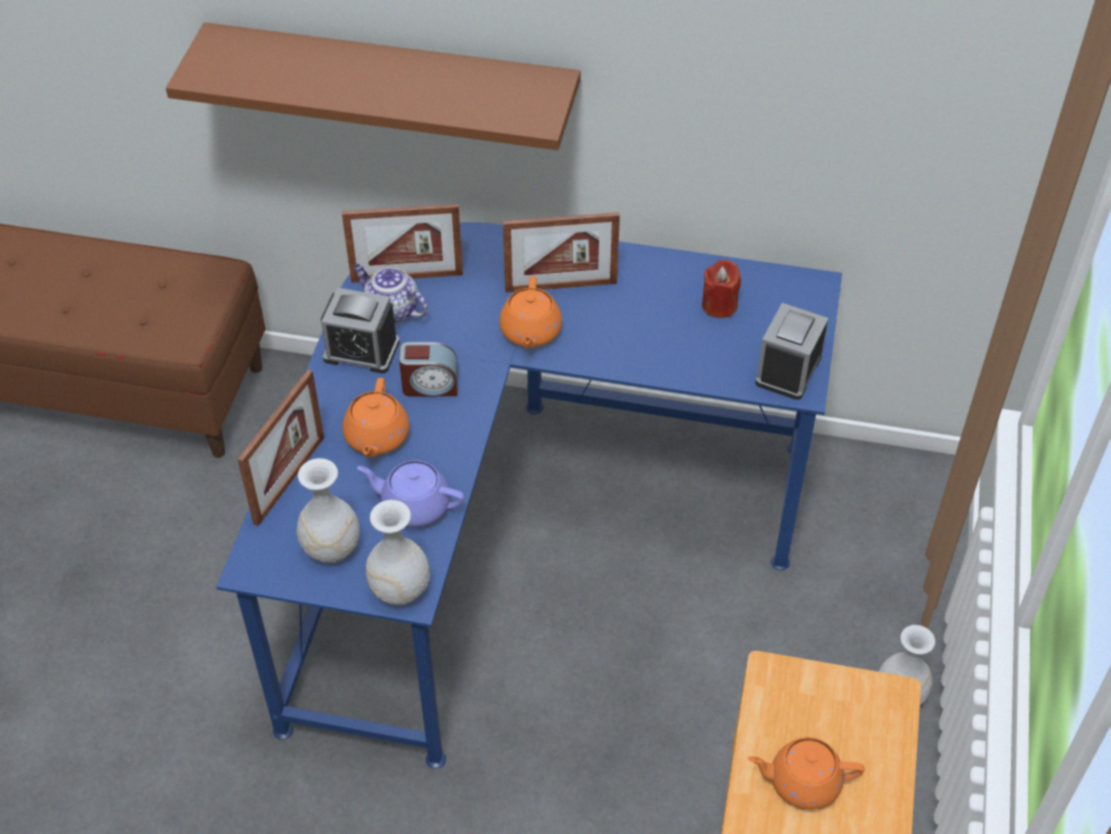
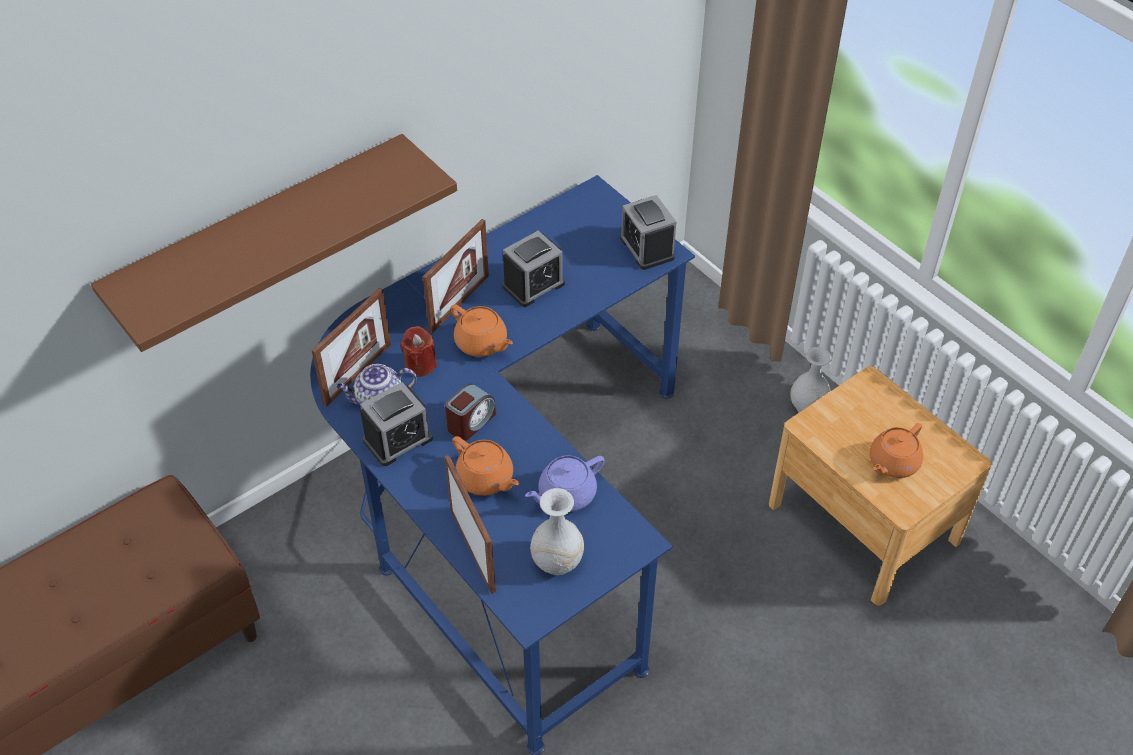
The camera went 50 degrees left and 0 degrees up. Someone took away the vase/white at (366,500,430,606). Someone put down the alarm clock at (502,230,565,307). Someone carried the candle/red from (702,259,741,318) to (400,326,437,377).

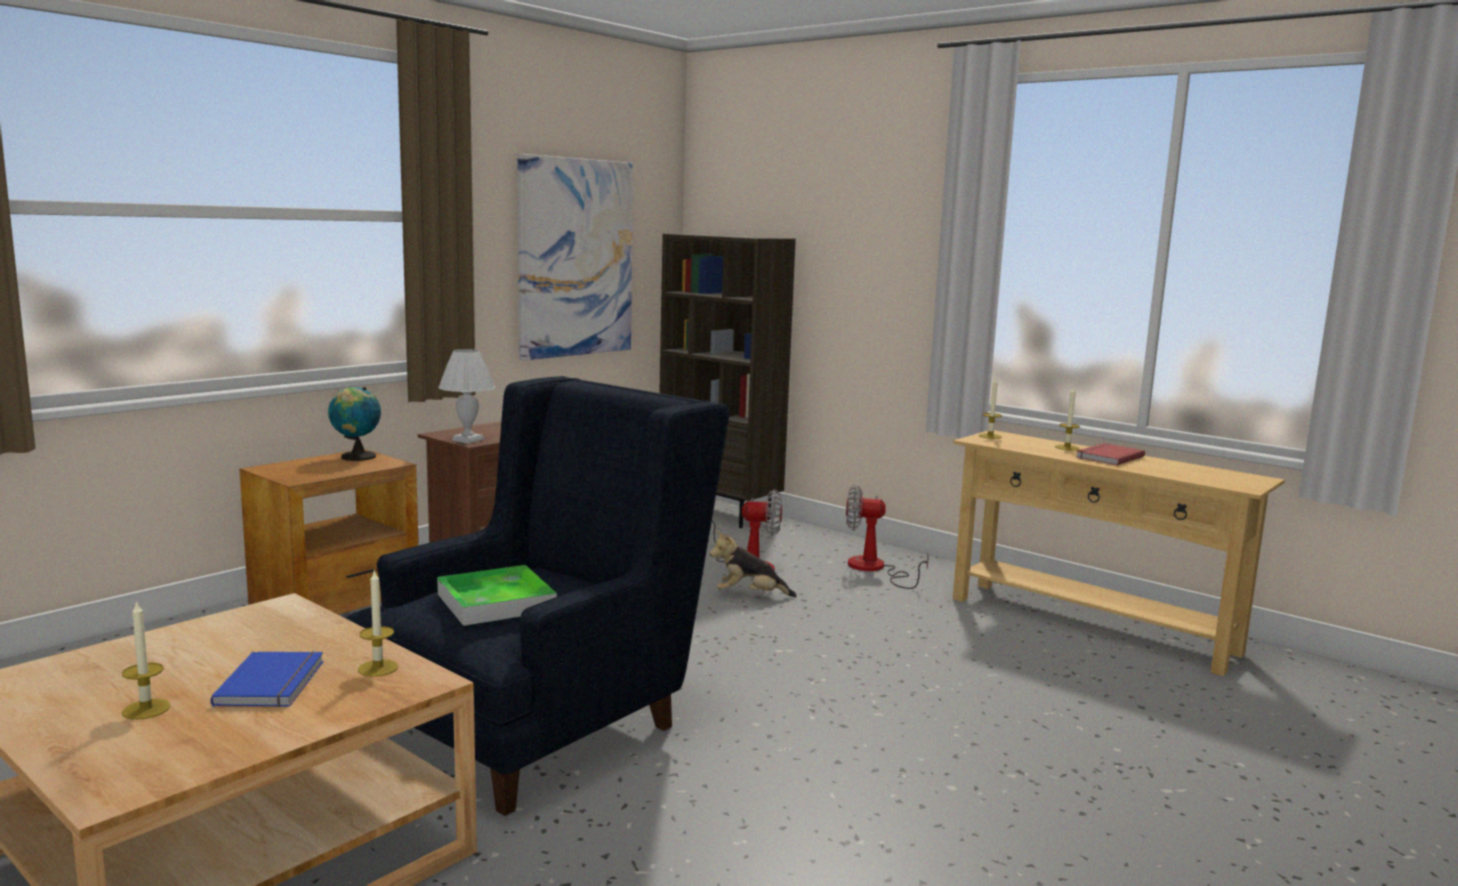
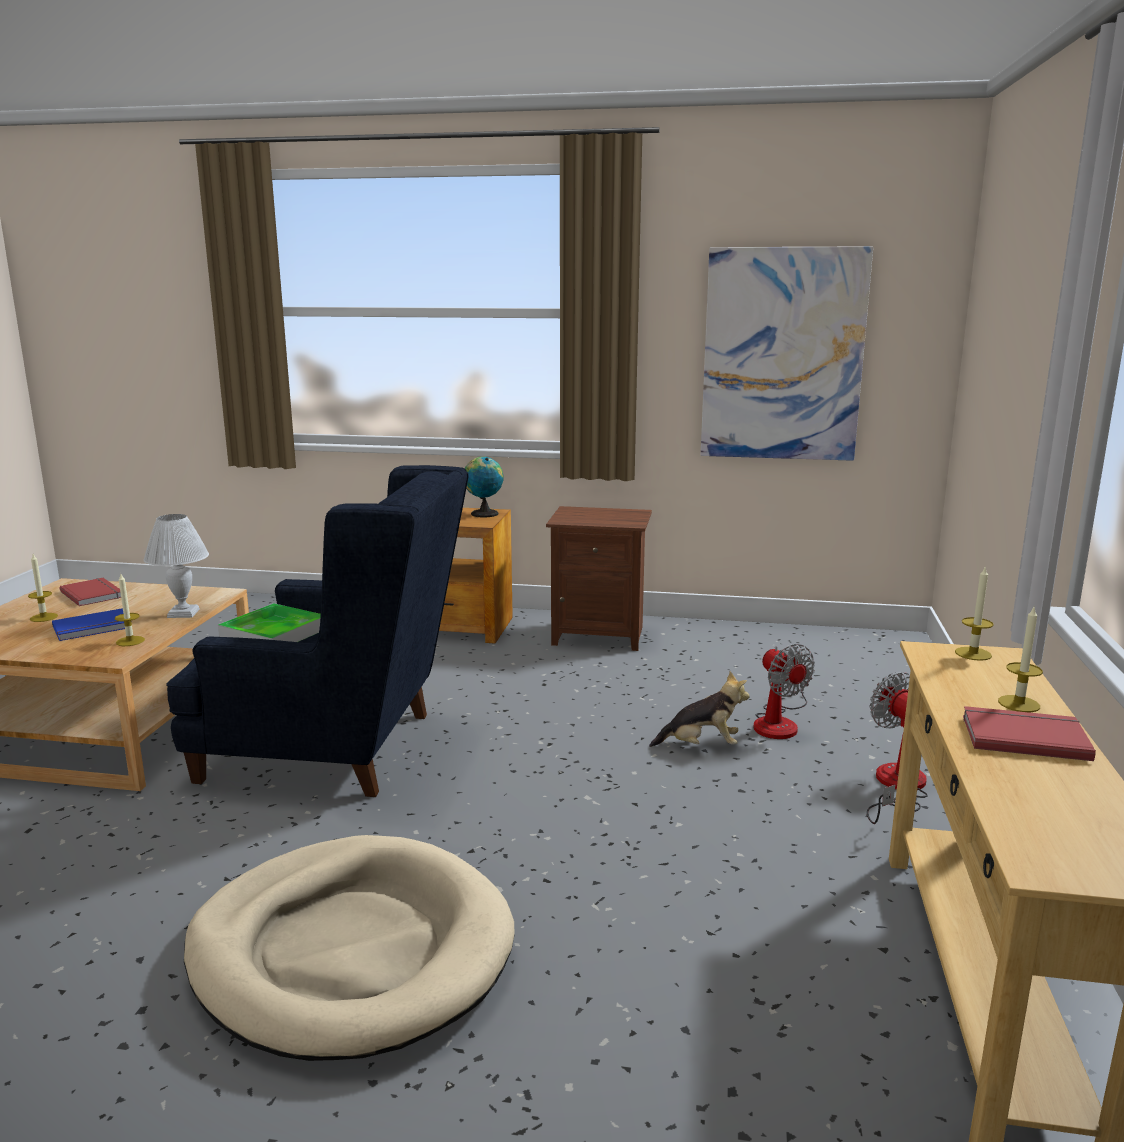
The camera went 60 degrees right and 5 degrees up. Someone took away the bookcase/brown at (659,234,796,528). Someone put down the book/red at (59,578,121,606). Someone put down the dog bed/beige at (184,835,514,1061). Someone carried the table lamp/white from (438,349,495,444) to (143,514,209,618). Someone rotated the plush toy at (710,531,797,597) by 120 degrees clockwise.

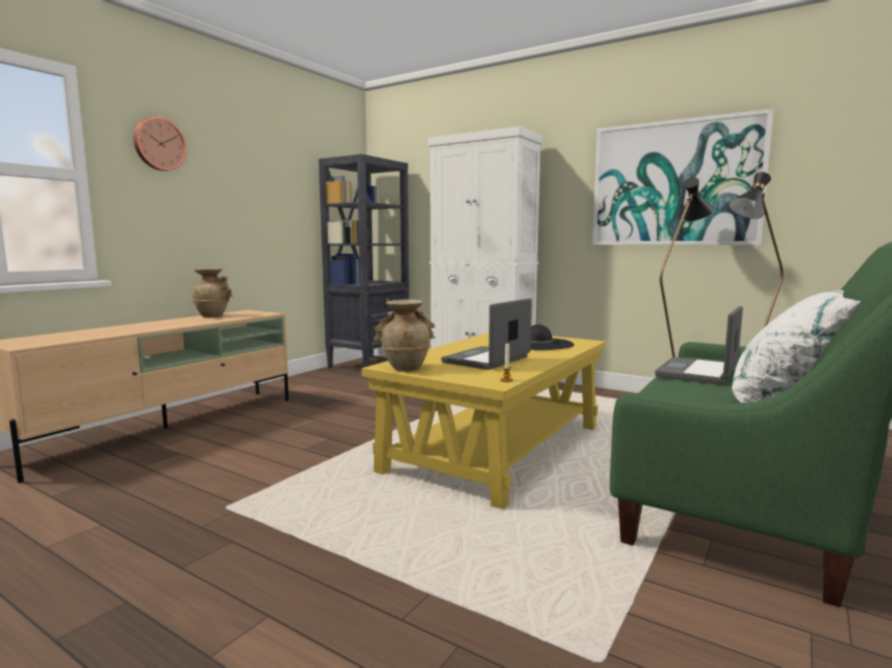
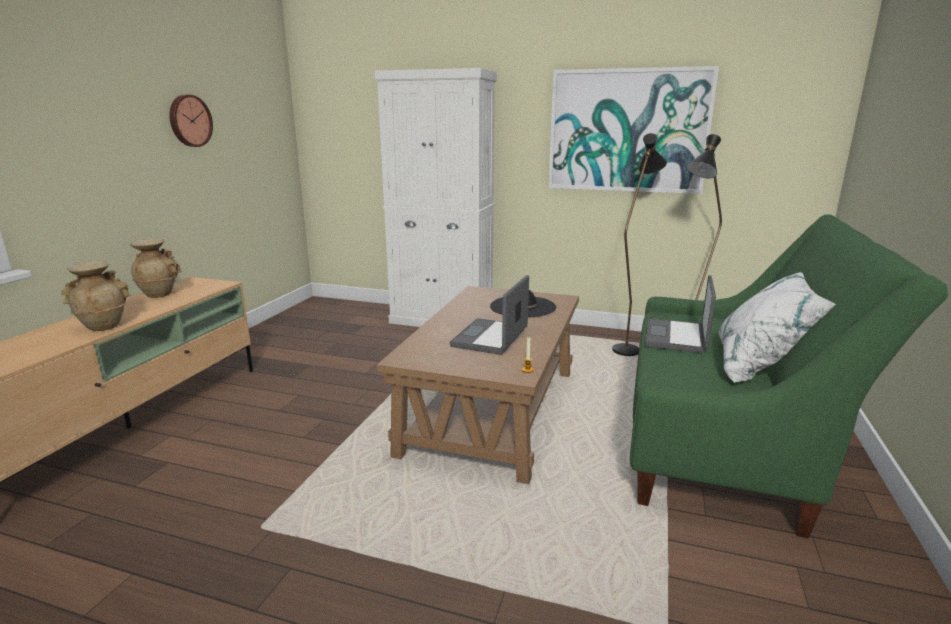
The camera went 15 degrees left and 10 degrees up. Someone took away the bookcase/black at (319,154,409,368). Someone carried the wall clock from (133,116,187,171) to (169,95,213,147). Someone carried the vase/beige from (374,299,435,371) to (61,261,132,331). Someone repainted the coffee table/yellow at (361,332,606,509), which became the coffee table/brown at (376,286,579,484).

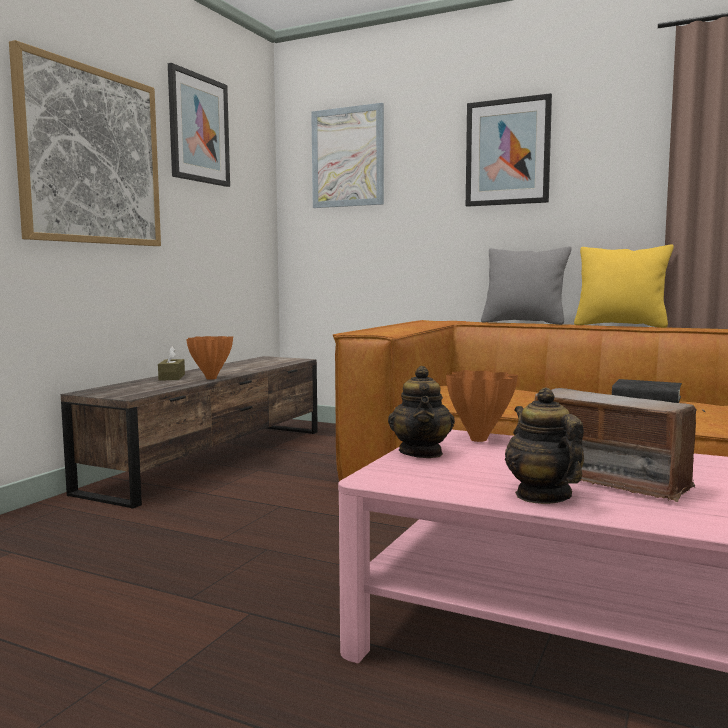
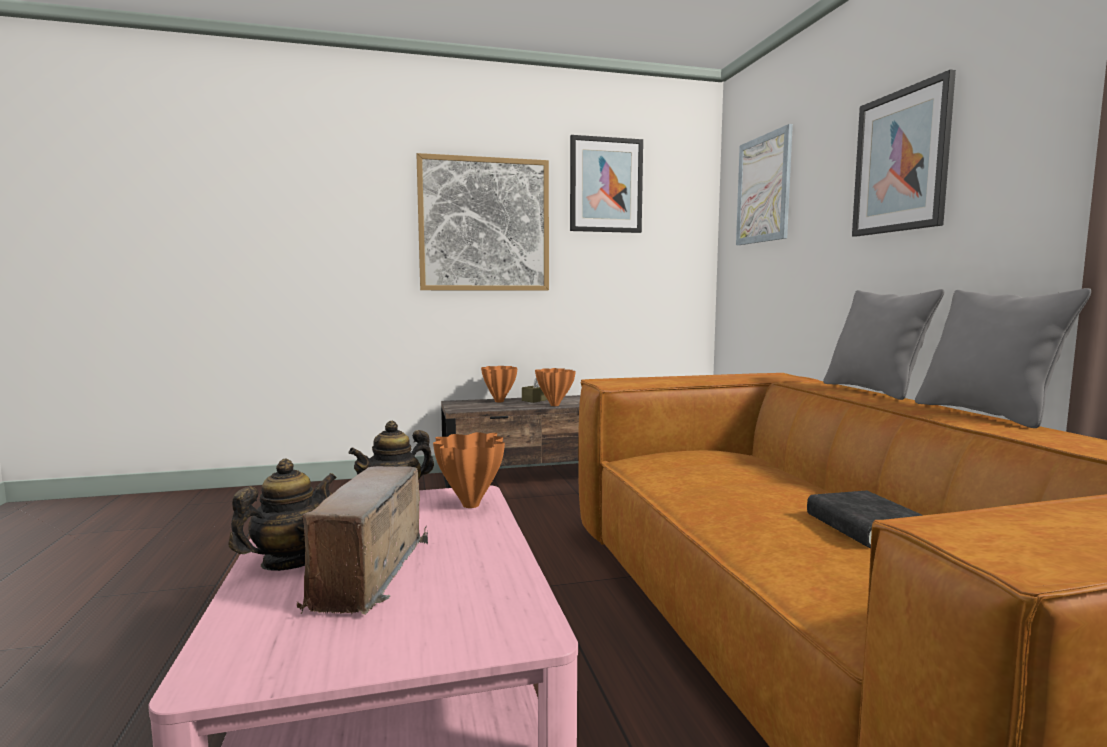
The camera went 50 degrees right and 0 degrees up. Someone put down the vase/orange at (481,366,517,402). Someone repainted the pillow/yellow at (574,244,674,328), which became the pillow/grey at (915,288,1091,428).

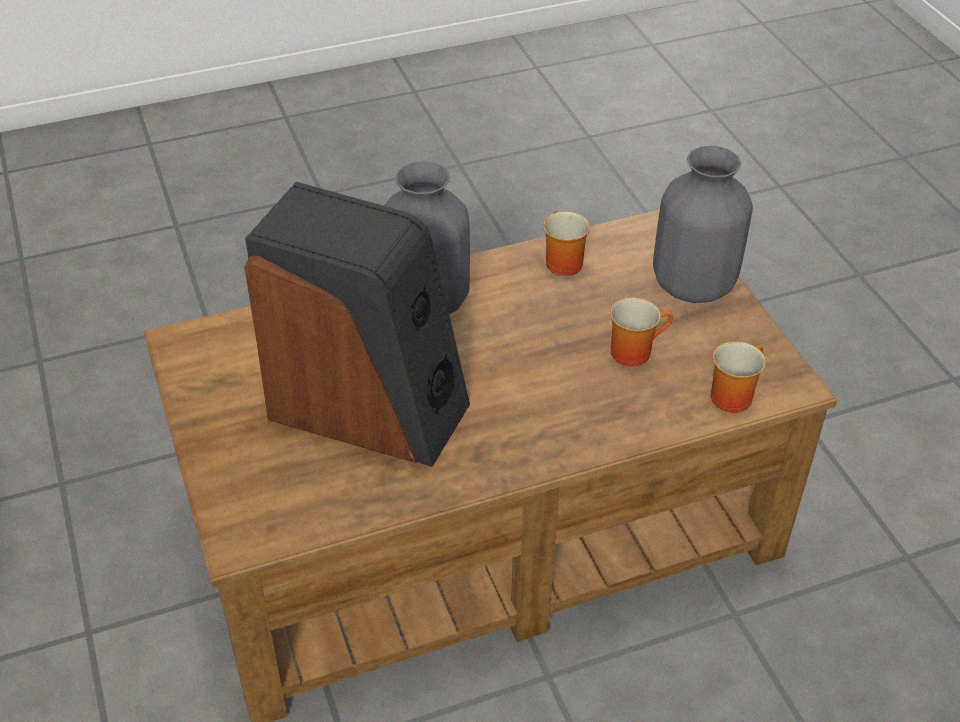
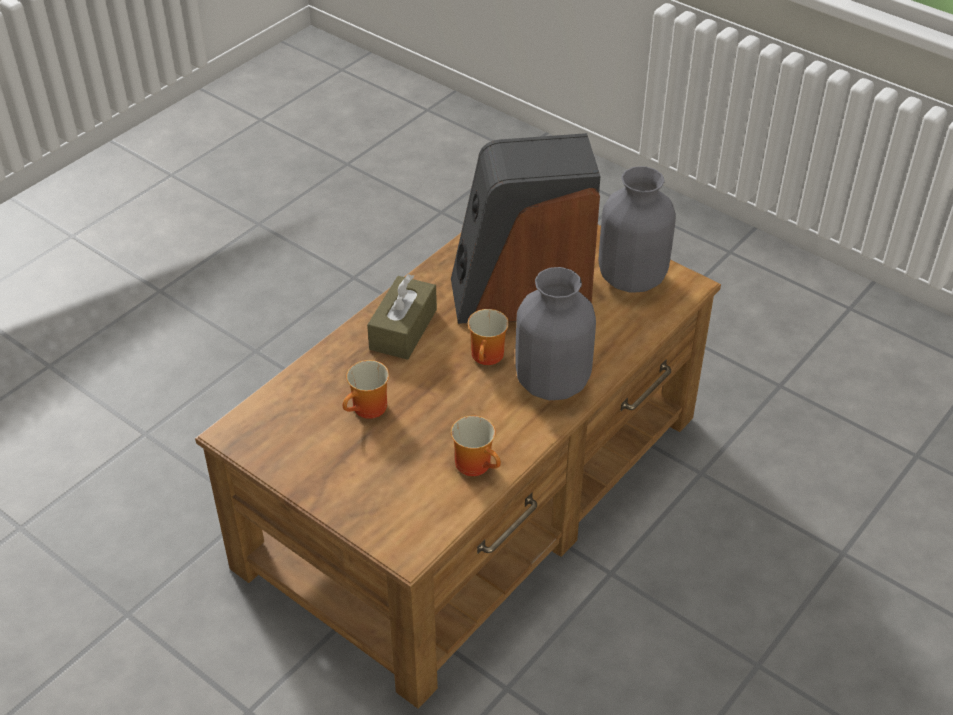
The camera went 150 degrees right and 0 degrees up. Someone put down the tissue box/brown at (367,274,437,360). Someone carried the vase/grey from (653,146,753,303) to (599,166,676,293). Someone carried the mug from (711,341,766,413) to (468,309,509,365).

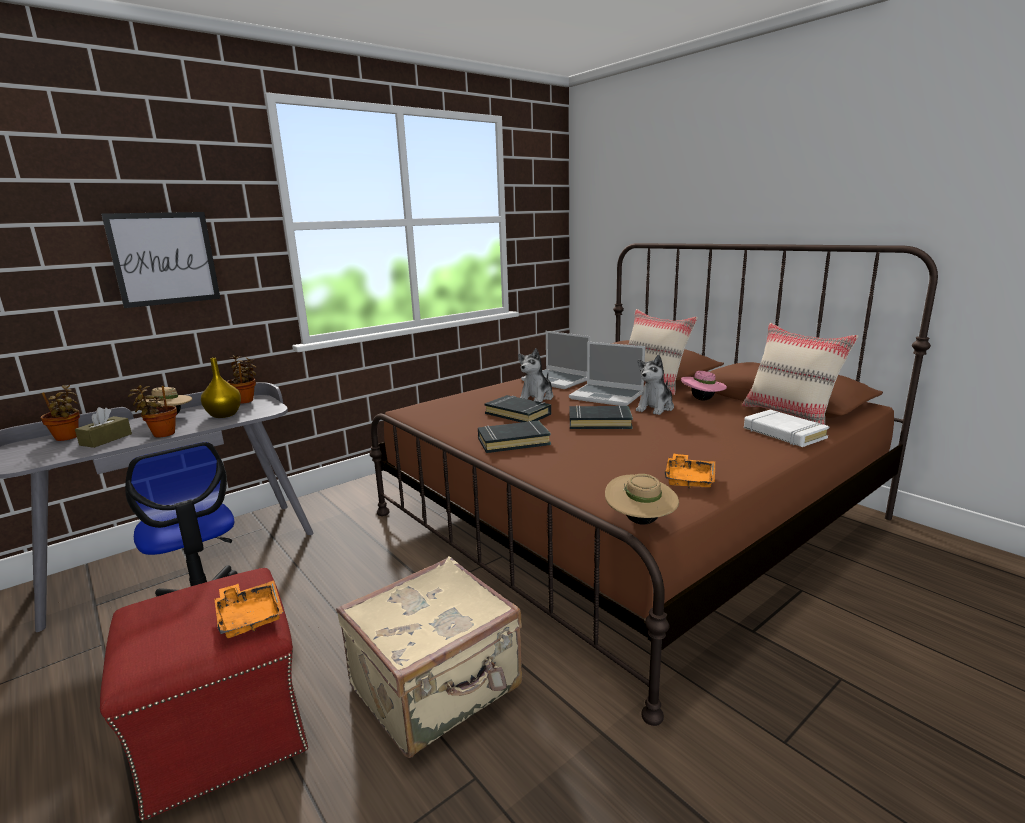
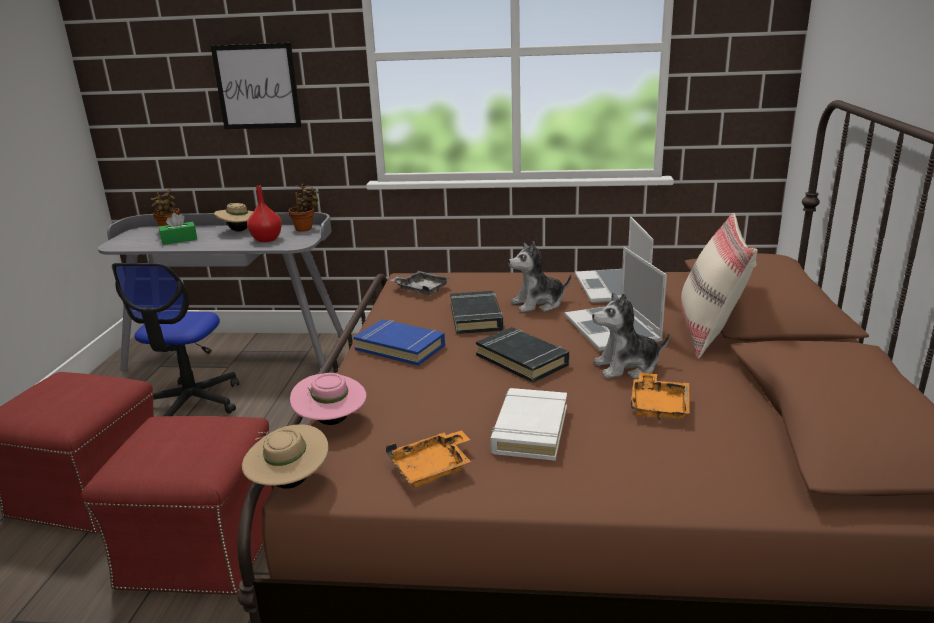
The camera went 45 degrees right and 5 degrees up. Someone took away the potted plant at (128,385,177,438). Someone took away the pillow/beige at (742,323,859,425). Someone put down the tray/grey at (390,271,450,296). Someone carried the tray/orange from (214,580,283,638) to (631,372,690,420). Someone carried the hat/pink from (681,371,727,401) to (290,373,367,425). Someone carried the book/white from (744,410,830,447) to (490,388,567,461). Someone swapped the suitcase/beige at (336,556,522,758) for the ottoman/red at (81,416,272,595). Someone repainted the tissue box/brown at (75,407,132,448), which became the tissue box/green at (159,213,197,245). Someone repainted the vase/yellow at (201,358,241,418), which became the vase/red at (247,186,282,242). Someone repainted the book/black at (478,421,551,453), which became the book/blue at (354,319,445,366).

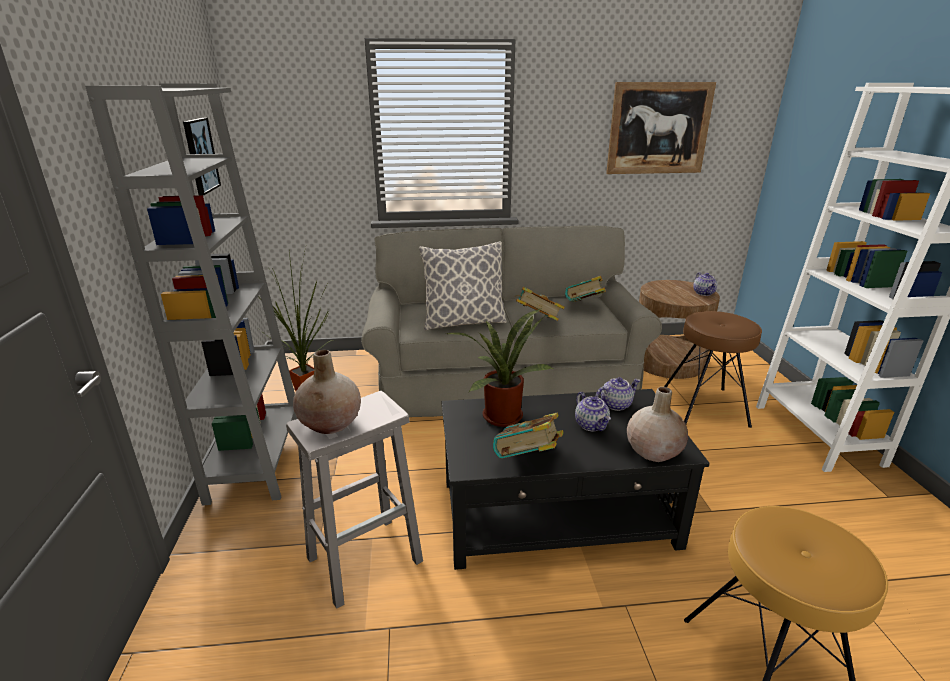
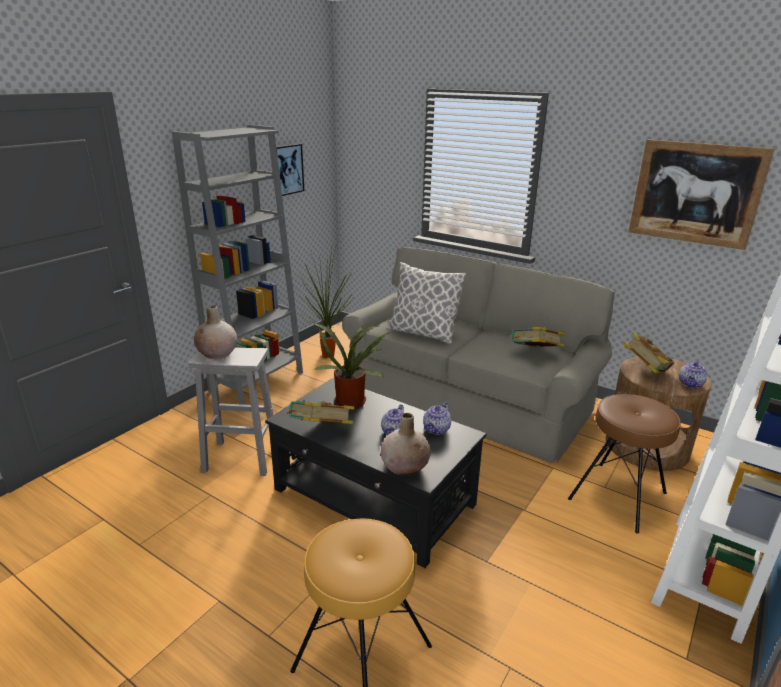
The camera went 40 degrees right and 0 degrees up. Someone carried the book from (514,287,565,321) to (623,333,674,373). Someone rotated the teapot at (595,377,641,411) by 105 degrees clockwise.

